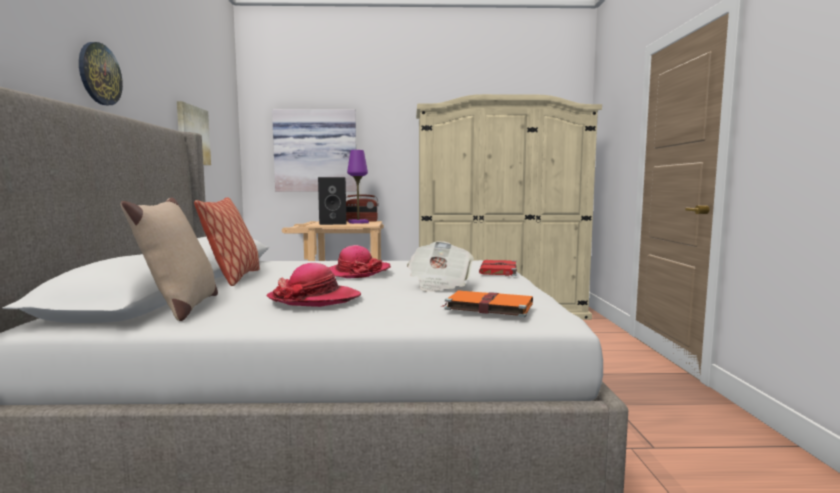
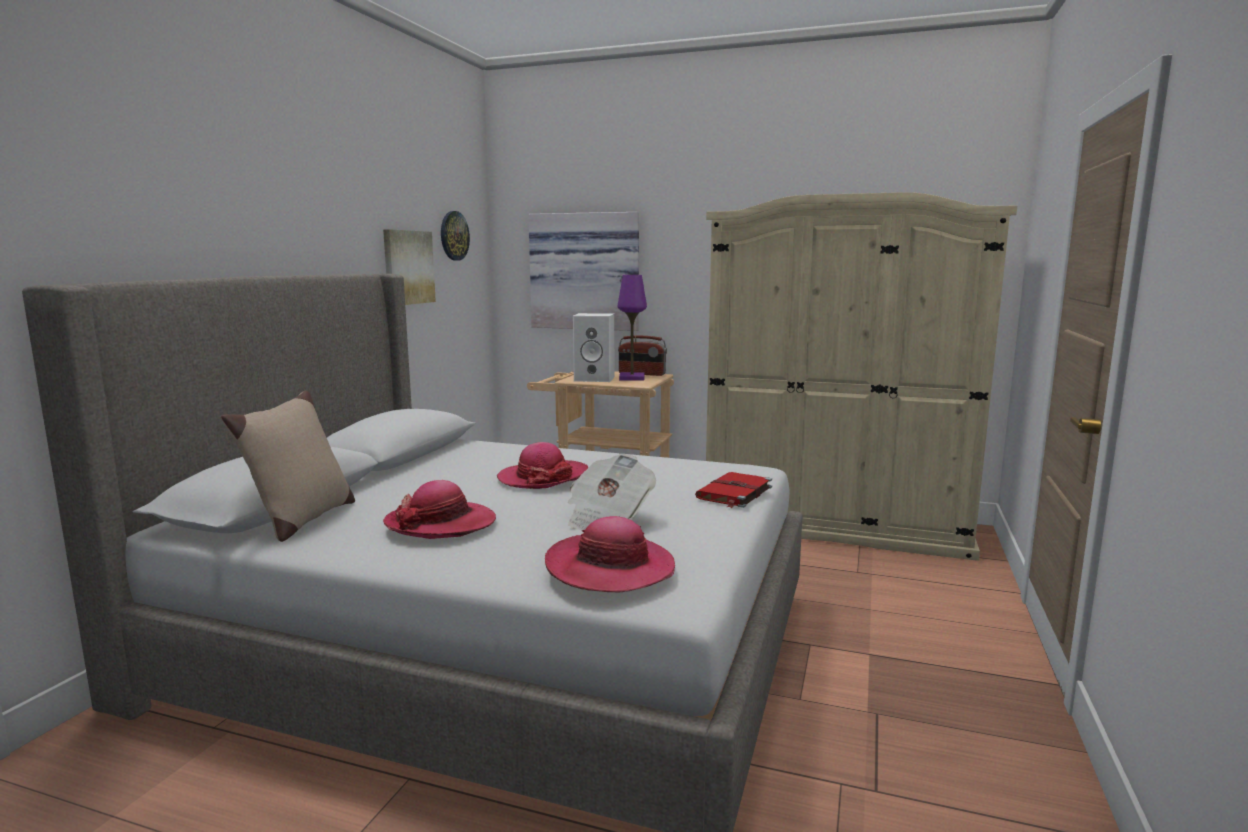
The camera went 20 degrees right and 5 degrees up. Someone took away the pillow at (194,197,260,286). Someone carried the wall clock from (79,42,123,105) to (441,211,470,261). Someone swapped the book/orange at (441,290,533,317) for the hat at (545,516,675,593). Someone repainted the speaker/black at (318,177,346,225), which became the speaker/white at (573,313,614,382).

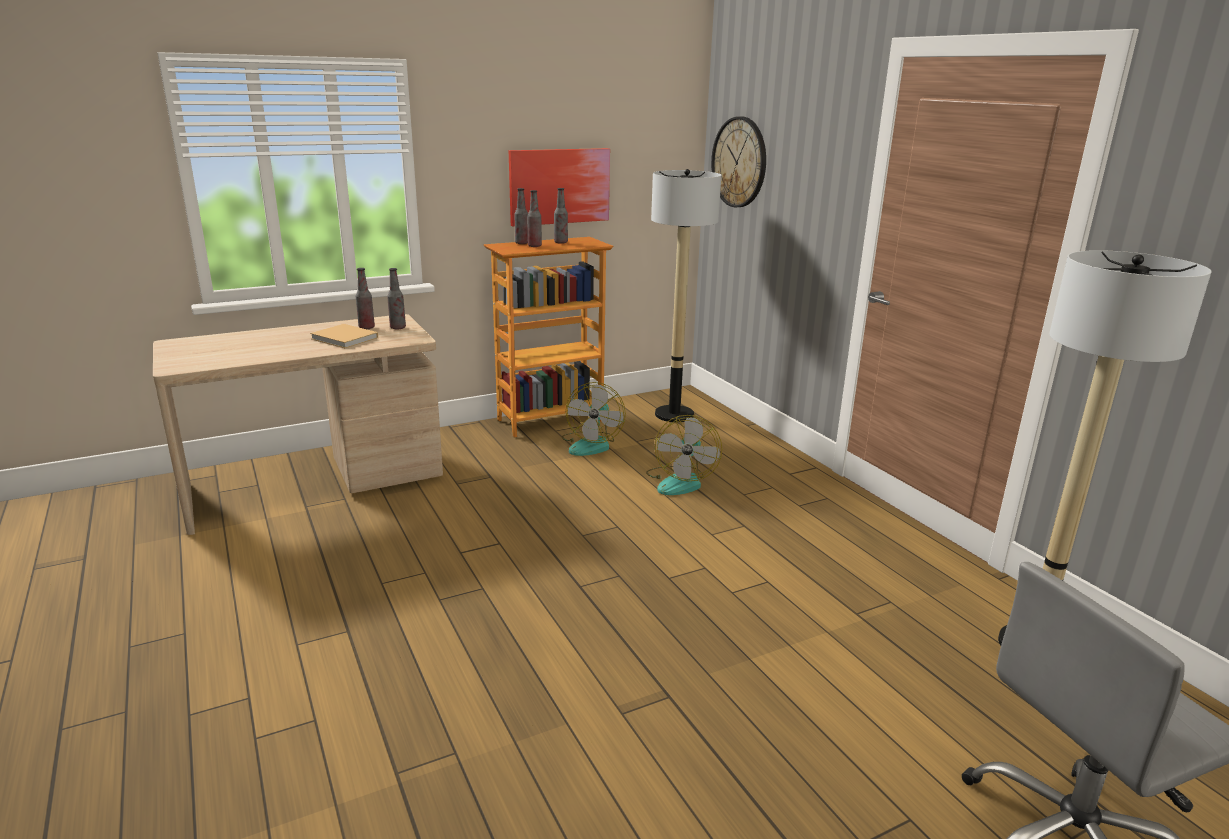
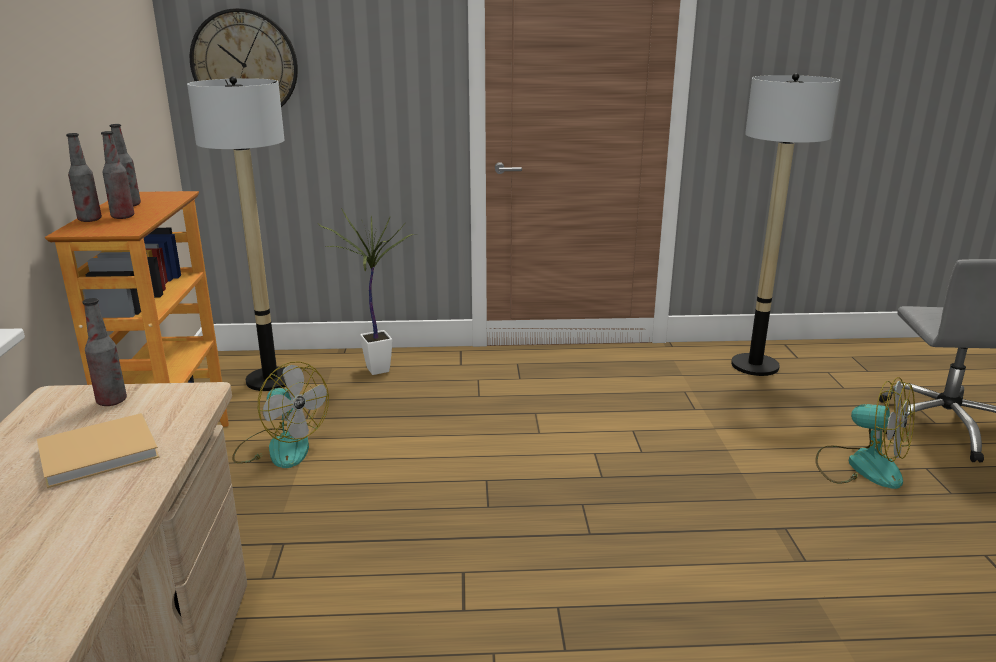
The camera went 65 degrees left and 0 degrees up. Someone took away the bottle at (356,268,375,329). Someone took away the picture at (509,148,610,226). Someone put down the potted plant at (319,208,418,375). Someone carried the fan from (646,415,722,495) to (815,377,915,489).

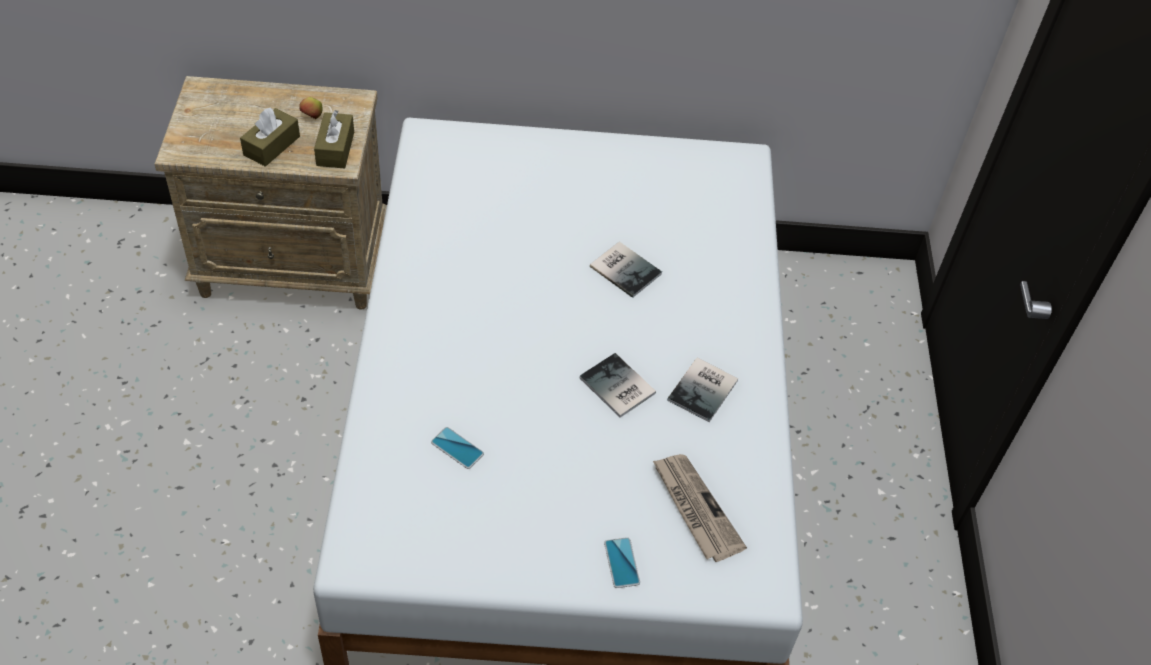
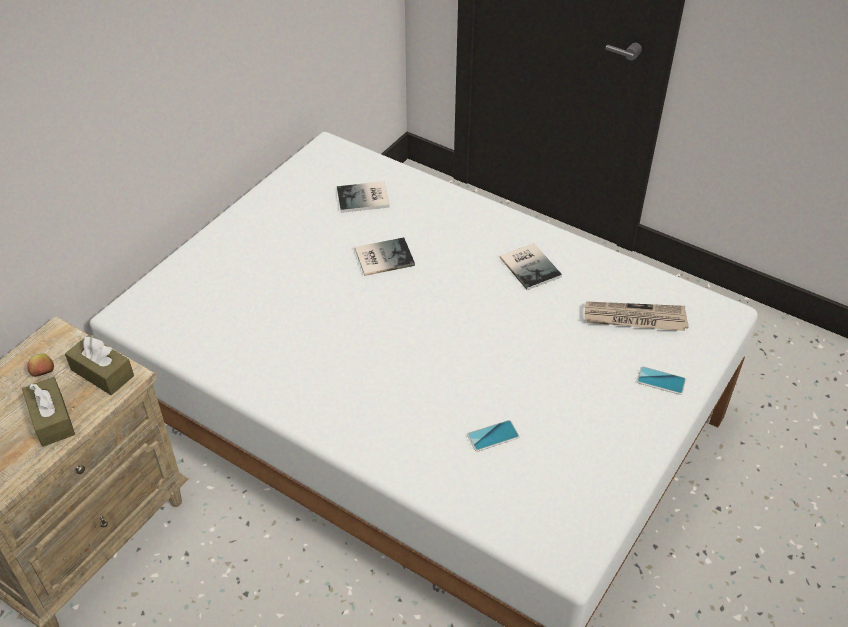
The camera went 55 degrees left and 5 degrees down. Someone carried the book from (580,353,656,418) to (337,181,390,213).

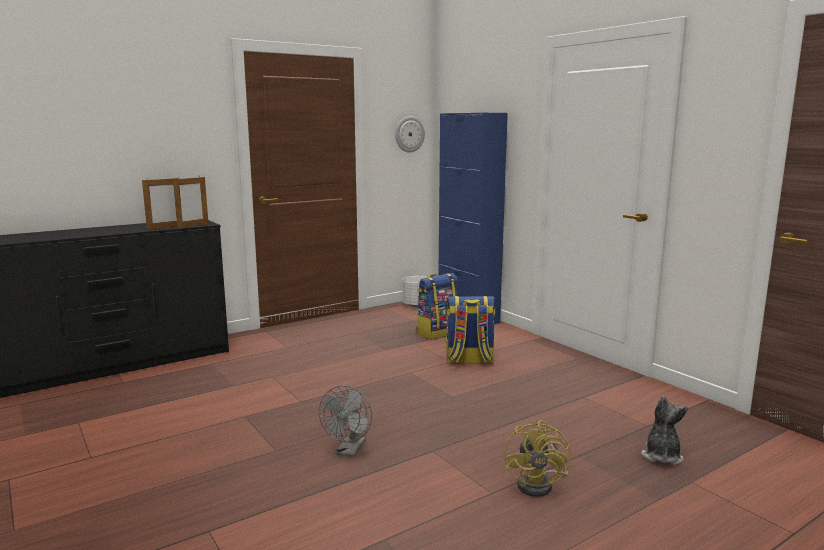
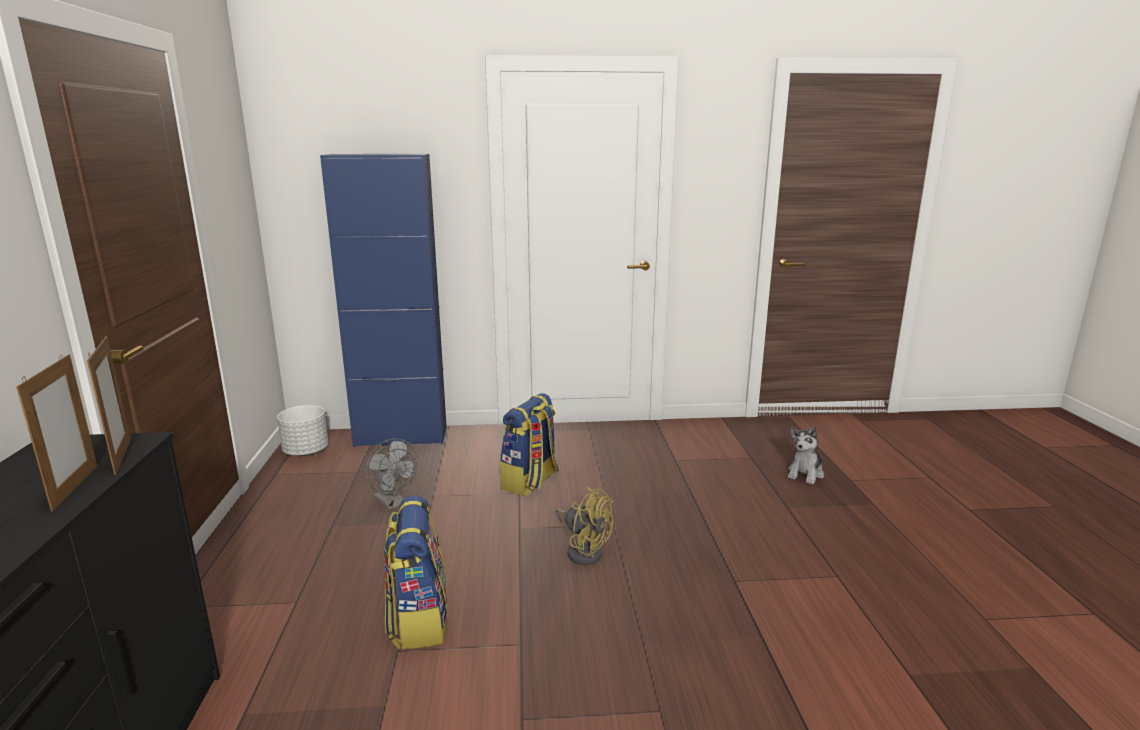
The camera went 60 degrees left and 5 degrees up. Someone took away the wall clock at (395,116,425,153). Someone carried the fan/grey from (319,386,372,457) to (366,438,418,510). Someone carried the backpack from (416,273,458,340) to (384,495,448,650). Someone carried the fan/yellow from (504,420,571,497) to (556,487,613,565). Someone rotated the plush toy at (641,395,688,465) by 105 degrees counterclockwise.

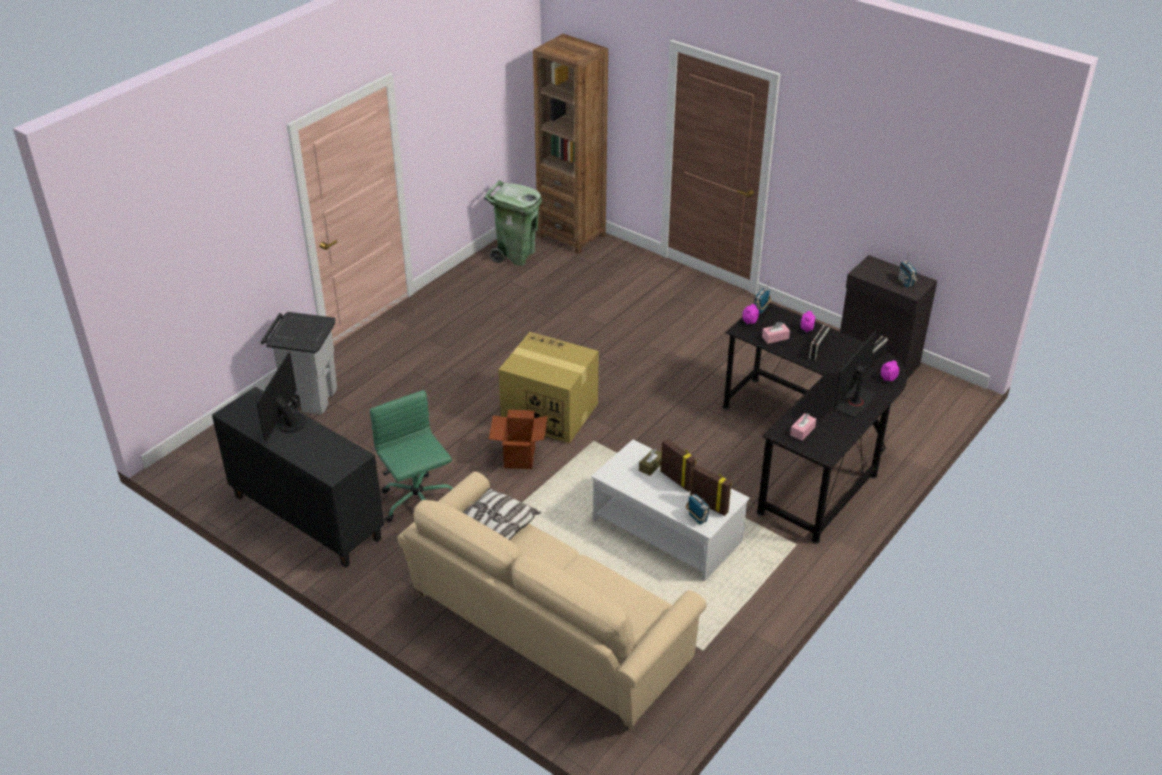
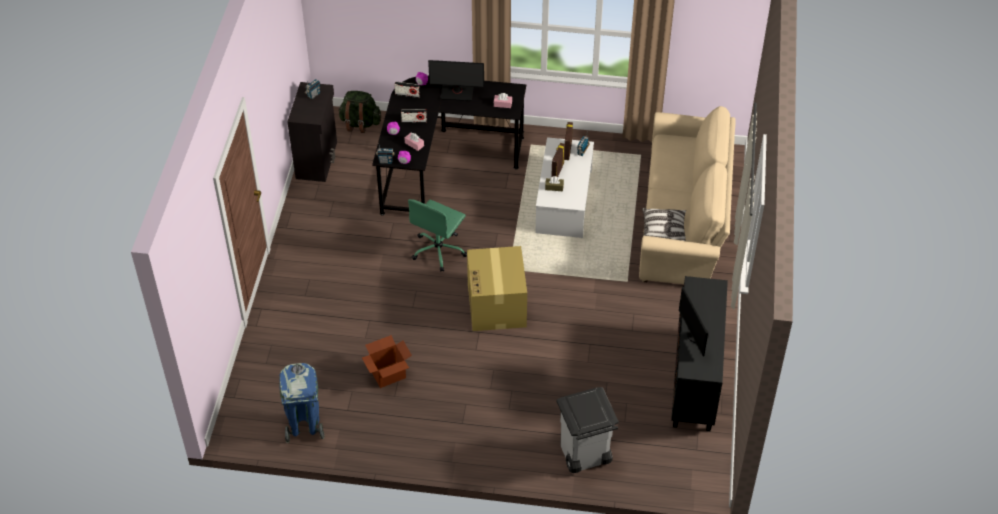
The camera went 120 degrees left and 10 degrees up. Someone took away the bookcase/brown at (533,34,608,254). Someone put down the backpack/green at (338,91,381,133). Someone carried the office chair/green from (370,390,453,522) to (408,199,467,272). Someone carried the cardboard box from (489,410,548,469) to (362,335,412,388). Someone repainted the trash can/green at (484,180,542,266), which became the trash can/blue at (279,363,324,443). Someone rotated the monitor at (256,352,306,442) by 90 degrees clockwise.

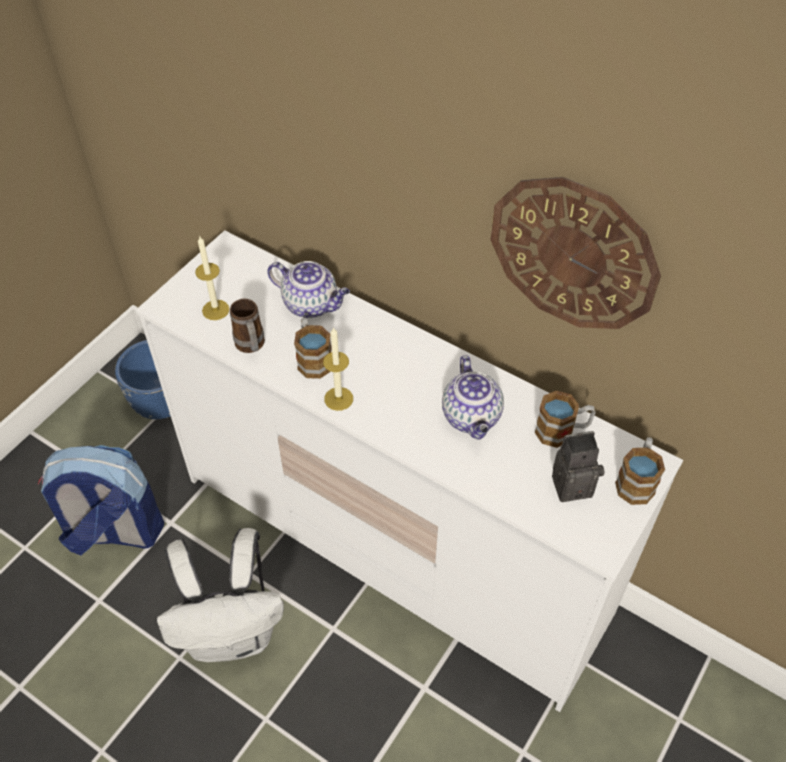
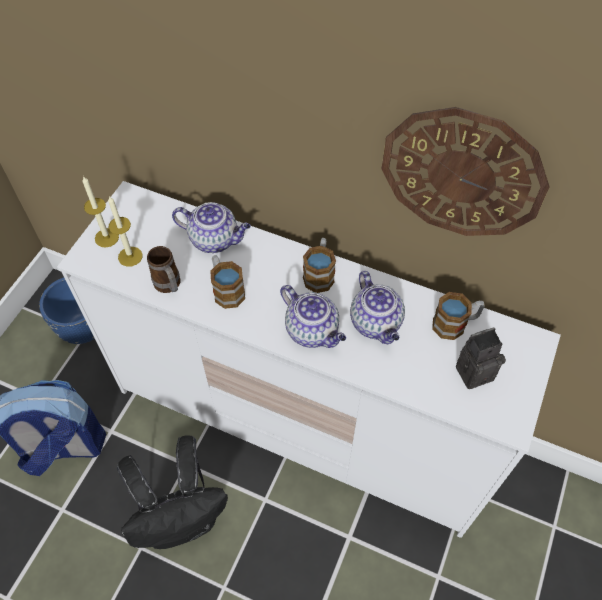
The camera went 10 degrees left and 5 degrees up. Someone put down the teapot at (280,285,346,348). Someone carried the candle from (323,327,353,411) to (82,176,119,248). Someone carried the mug from (615,437,665,505) to (303,238,336,293). Someone repainted the backpack/white at (157,528,284,662), which became the backpack/black at (117,435,228,549).

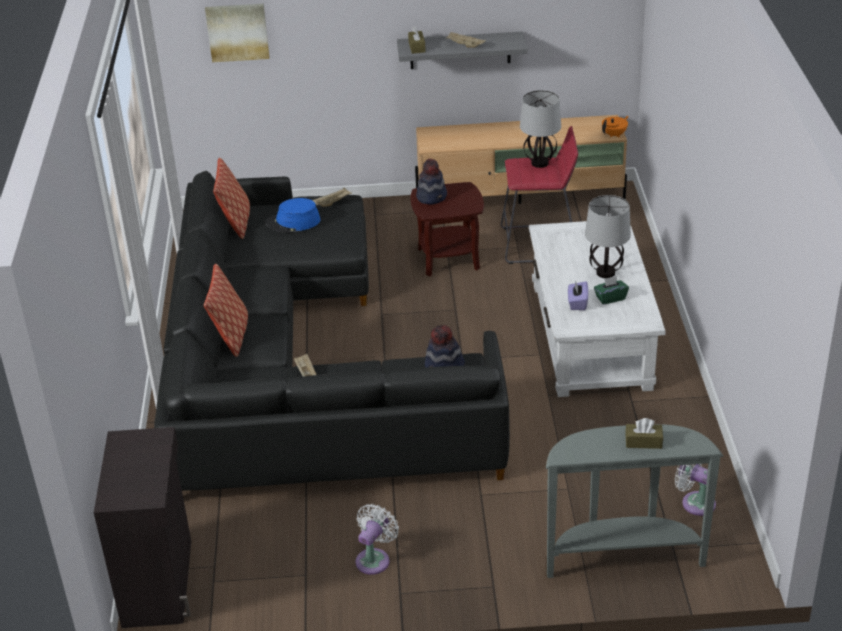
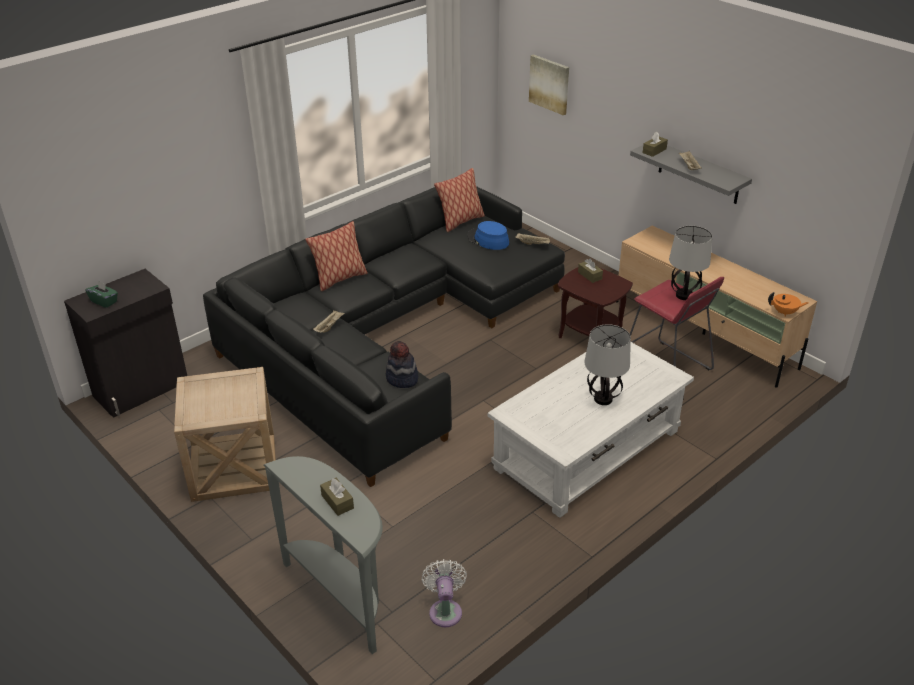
The camera went 50 degrees right and 0 degrees up. Someone took away the tissue box/purple at (568,280,588,310). Someone carried the tissue box/green from (594,276,629,305) to (85,280,118,308). Someone swapped the fan/white at (355,504,399,575) for the side table/beige at (174,367,276,502). Someone swapped the hat at (416,159,447,204) for the tissue box/brown at (578,259,603,283).

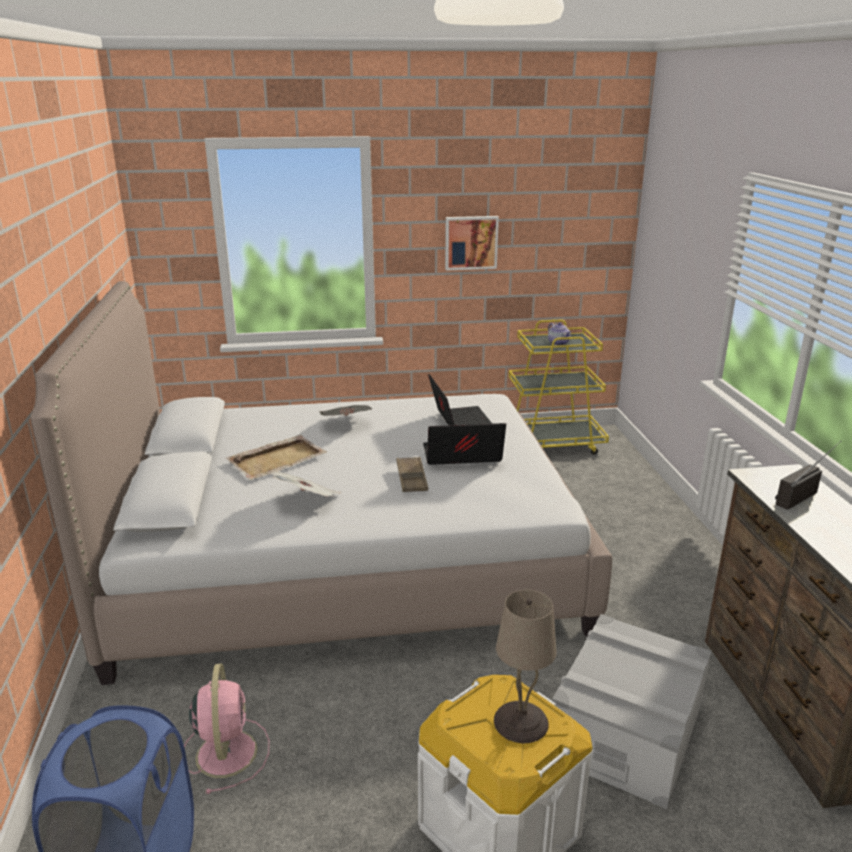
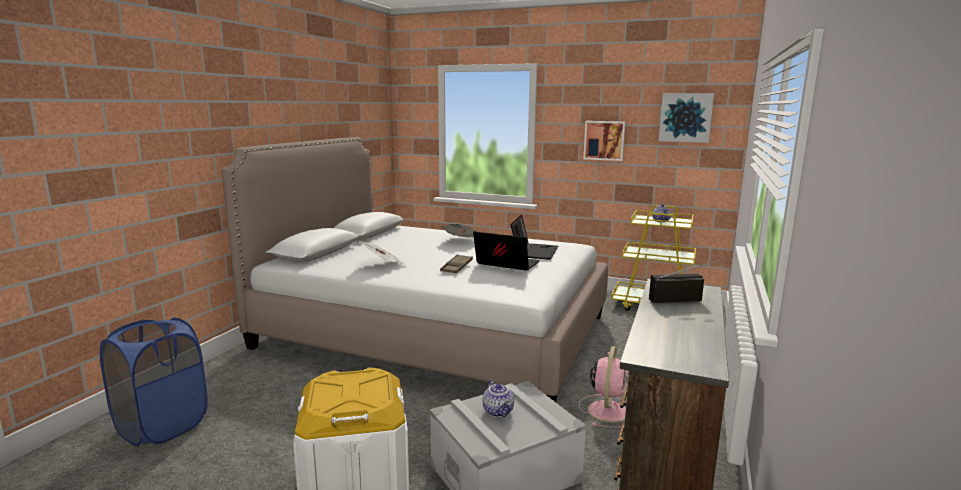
The camera went 30 degrees right and 10 degrees down. Someone took away the tray/beige at (226,435,326,480). Someone took away the table lamp/beige at (494,590,556,743). Someone put down the teapot at (483,379,514,417). Someone put up the picture at (659,93,714,143). Someone carried the fan/pink from (184,663,269,794) to (579,346,628,428).

